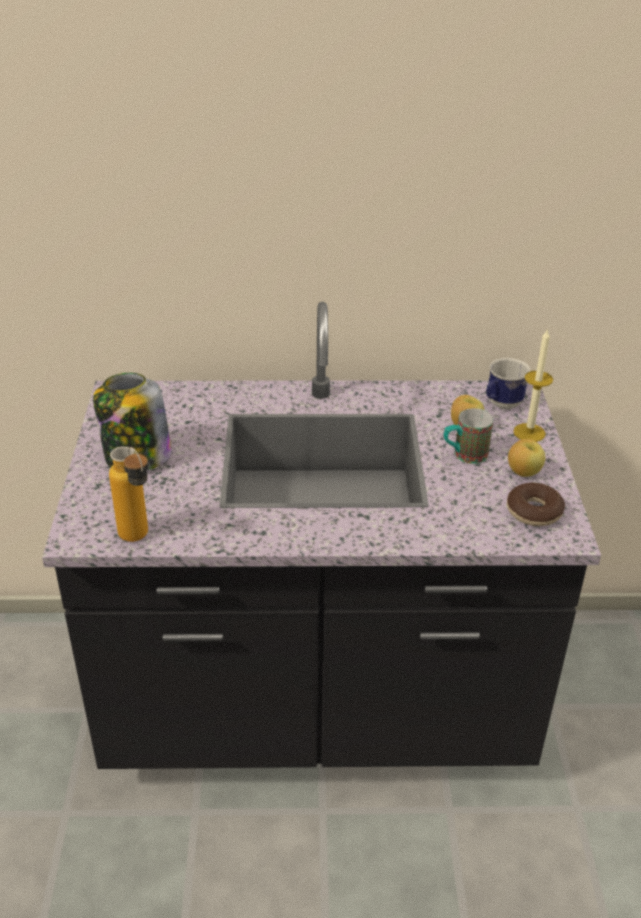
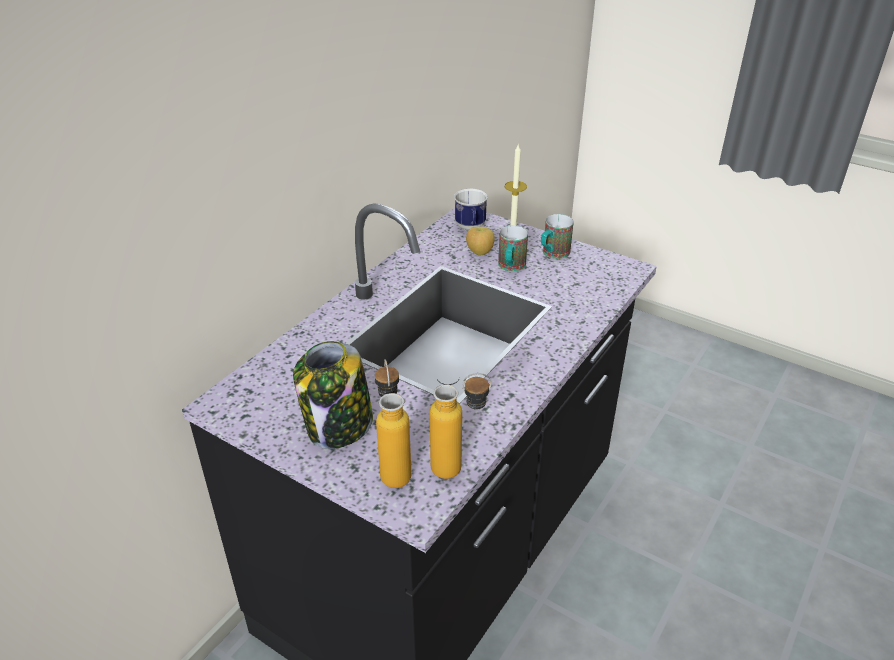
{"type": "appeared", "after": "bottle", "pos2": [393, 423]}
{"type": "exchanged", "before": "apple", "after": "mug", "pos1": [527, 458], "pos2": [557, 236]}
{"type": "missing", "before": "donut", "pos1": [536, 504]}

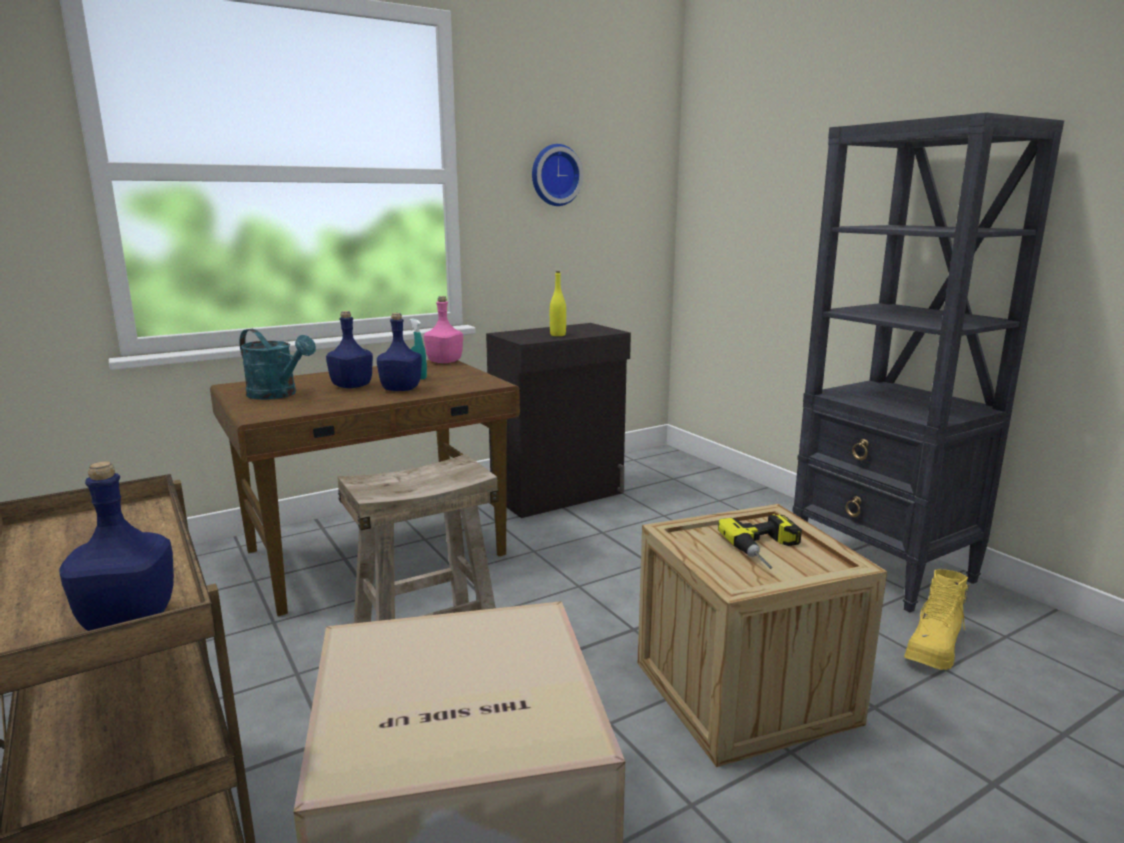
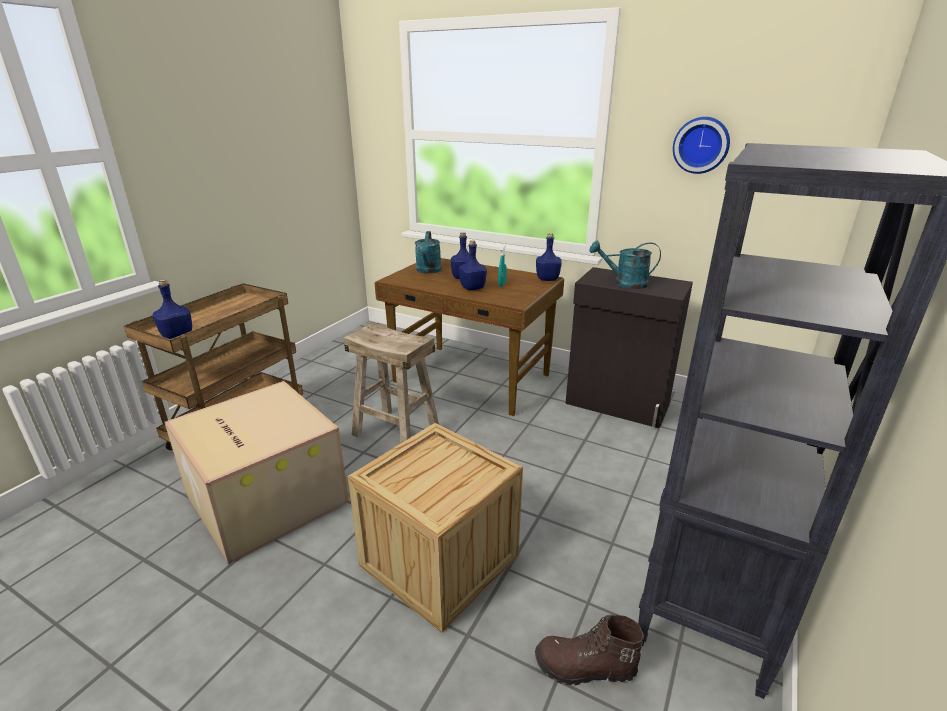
{"type": "colour", "before": "yellow boot", "after": "brown boot", "pos1": [937, 619], "pos2": [589, 650]}
{"type": "colour", "before": "pink bottle", "after": "blue bottle", "pos1": [443, 329], "pos2": [549, 257]}
{"type": "exchanged", "before": "yellow bottle", "after": "turquoise watering can", "pos1": [558, 303], "pos2": [625, 264]}
{"type": "missing", "before": "power drill", "pos1": [760, 541]}

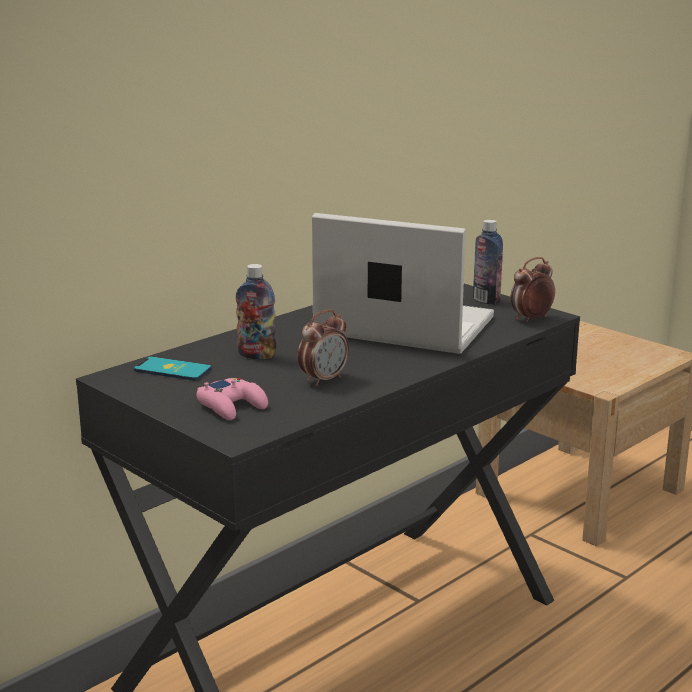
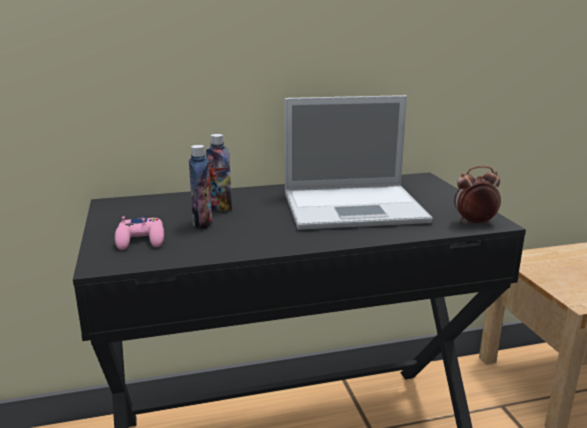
{"type": "relocated", "before": "bottle", "pos1": [488, 262], "pos2": [200, 187]}
{"type": "spun", "before": "laptop", "pos1": [403, 283], "pos2": [358, 162], "turn": 120}
{"type": "missing", "before": "phone", "pos1": [173, 369]}
{"type": "missing", "before": "alarm clock", "pos1": [323, 348]}

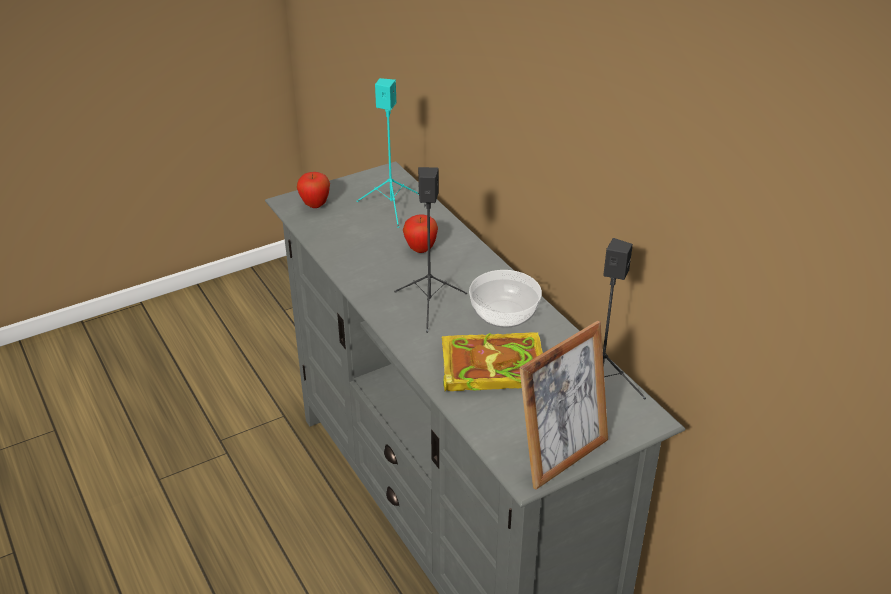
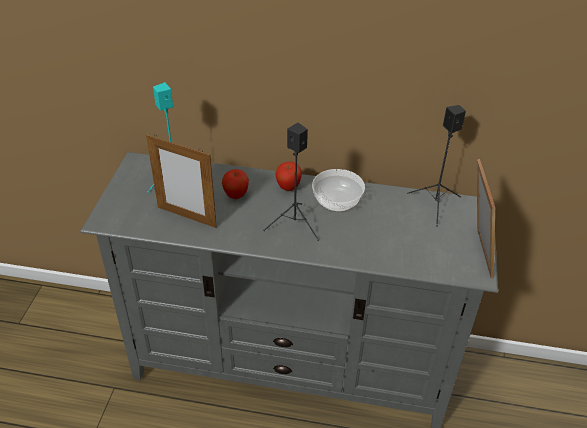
{"type": "appeared", "after": "picture frame", "pos2": [181, 181]}
{"type": "relocated", "before": "apple", "pos1": [313, 190], "pos2": [288, 176]}
{"type": "missing", "before": "book", "pos1": [492, 362]}

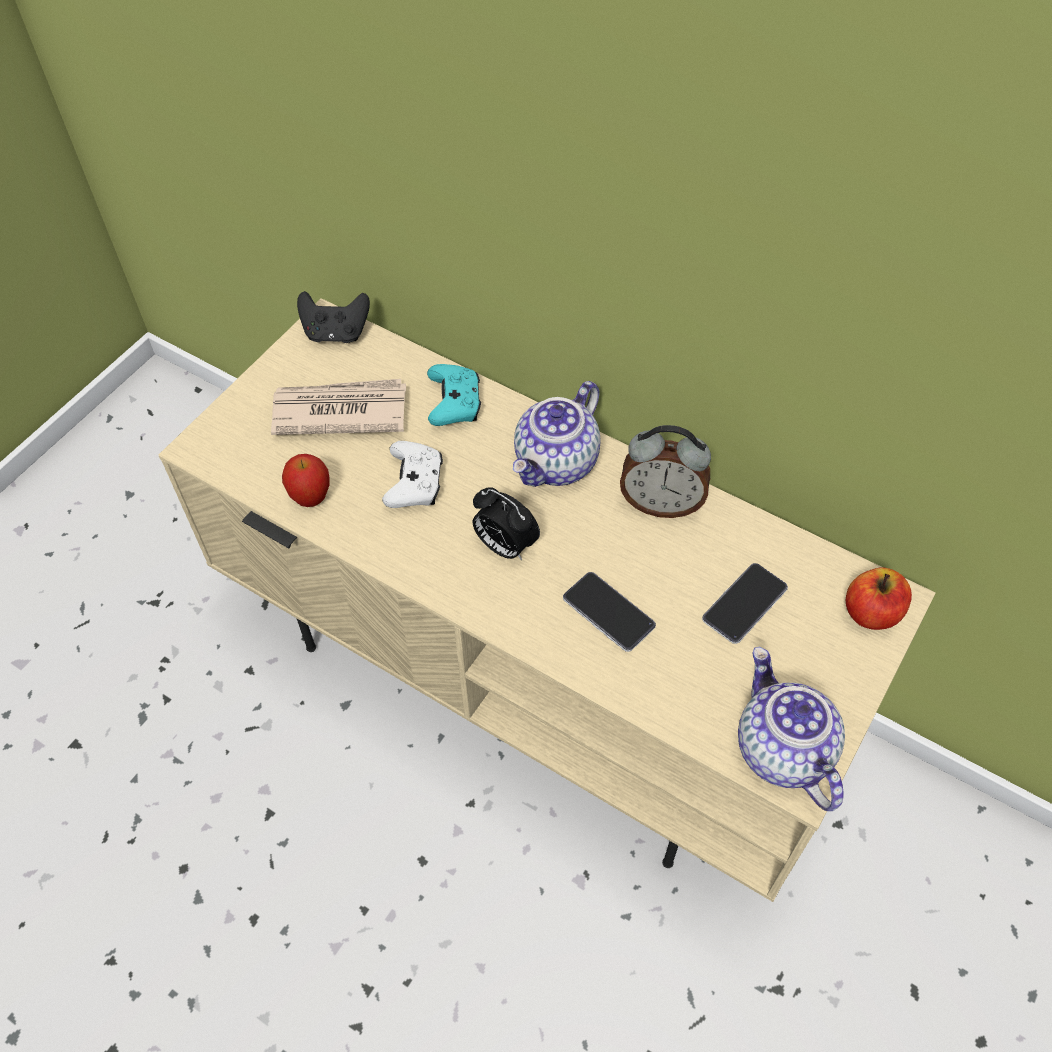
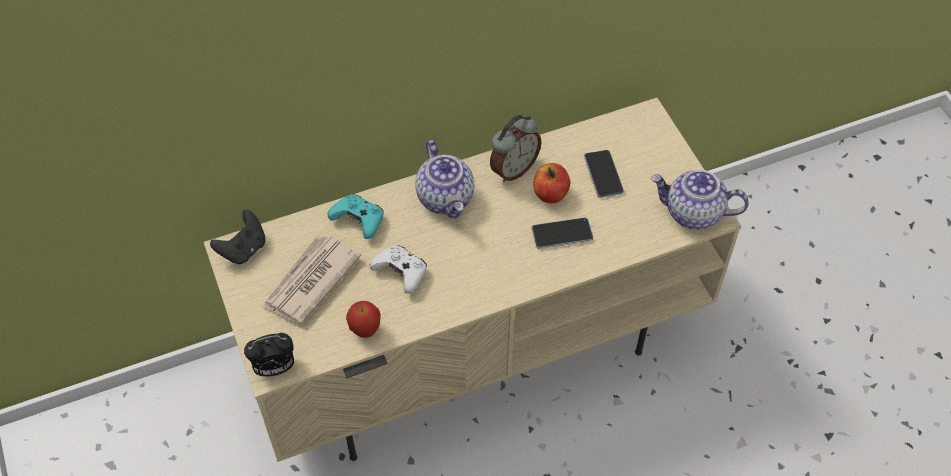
{"type": "relocated", "before": "alarm clock", "pos1": [506, 523], "pos2": [269, 355]}
{"type": "relocated", "before": "apple", "pos1": [879, 599], "pos2": [551, 183]}

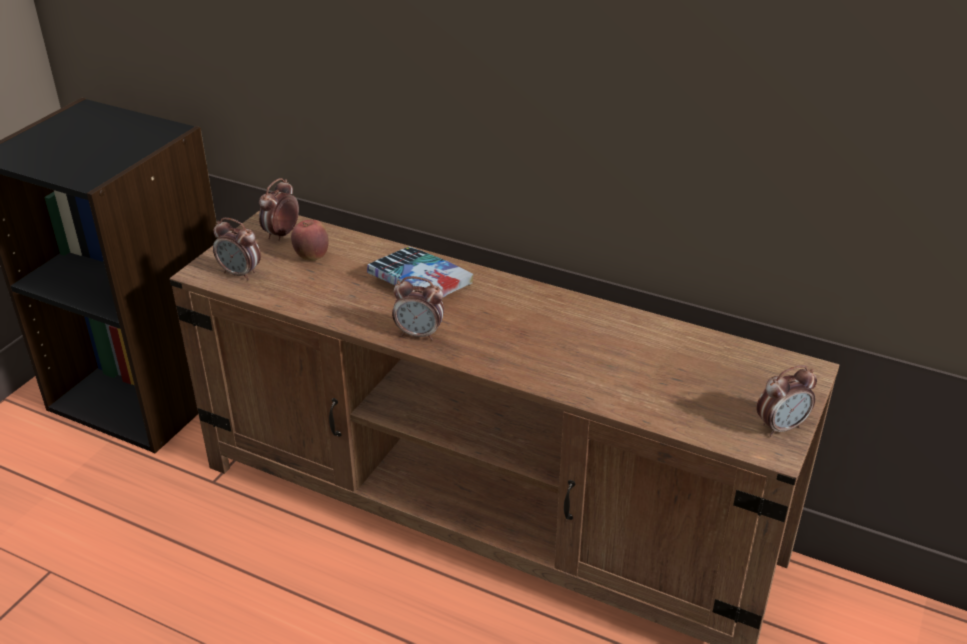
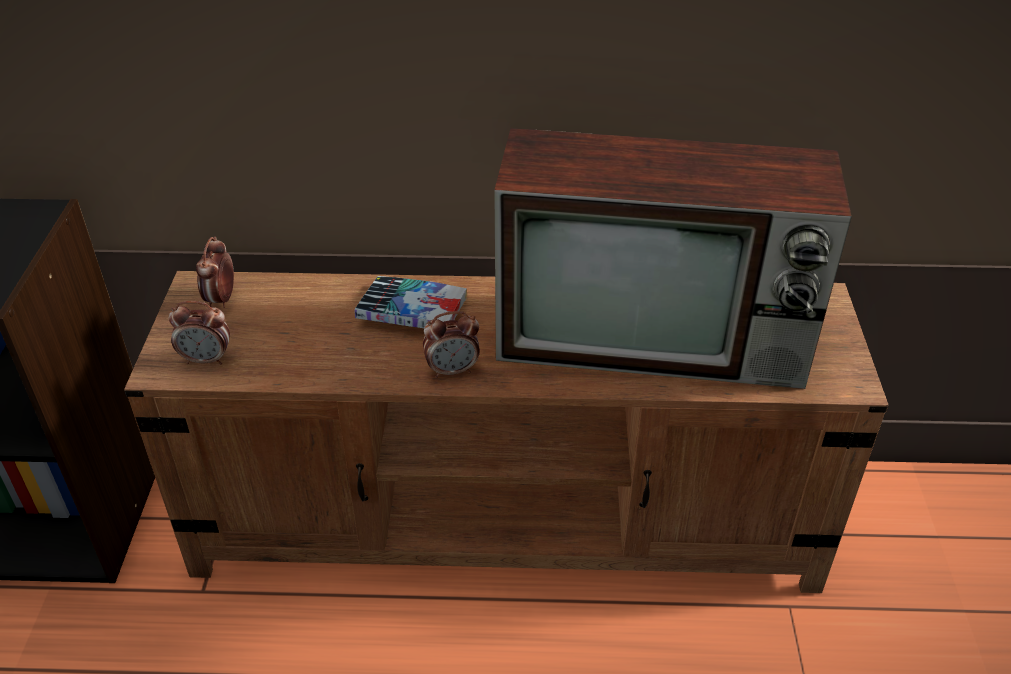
{"type": "appeared", "after": "television", "pos2": [673, 258]}
{"type": "missing", "before": "apple", "pos1": [310, 240]}
{"type": "missing", "before": "alarm clock", "pos1": [786, 400]}

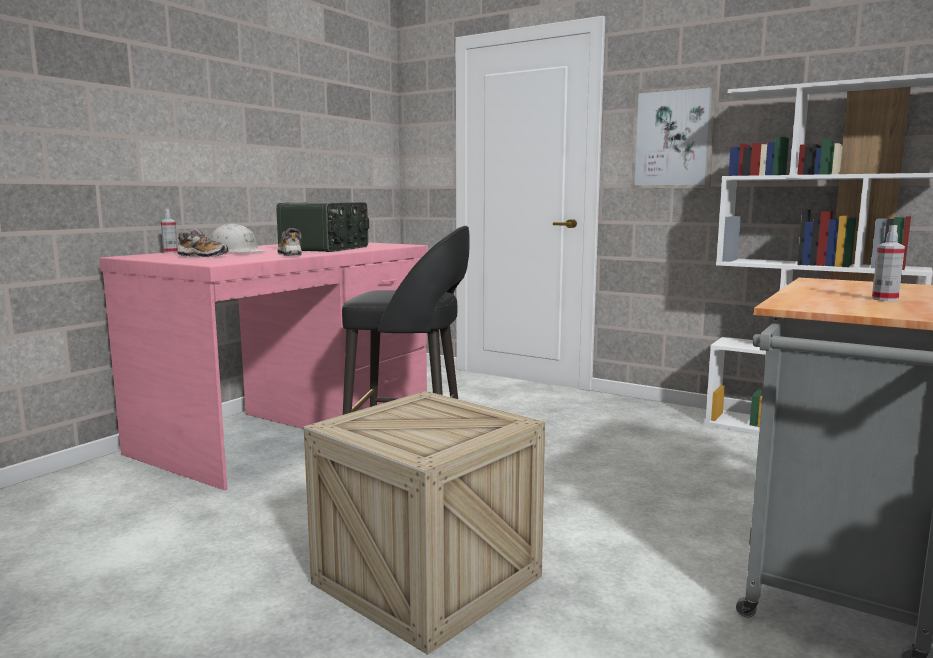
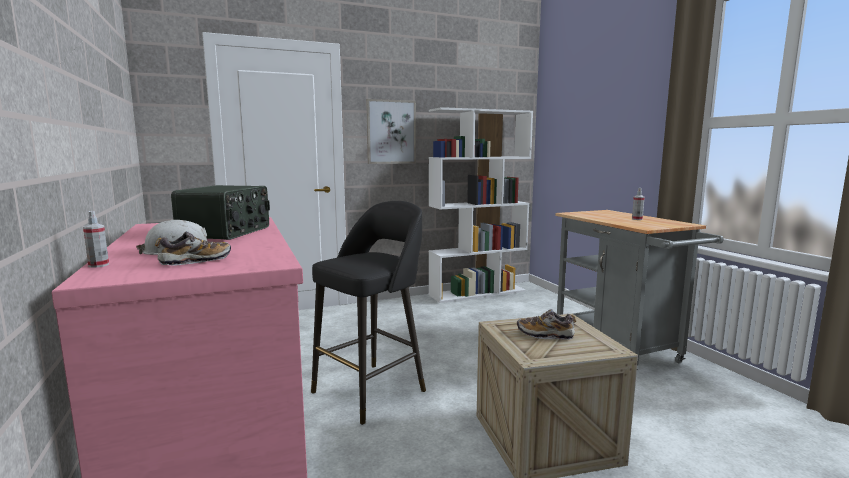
{"type": "spun", "before": "radio", "pos1": [322, 227], "pos2": [220, 212], "turn": 45}
{"type": "relocated", "before": "shoe", "pos1": [290, 242], "pos2": [546, 324]}

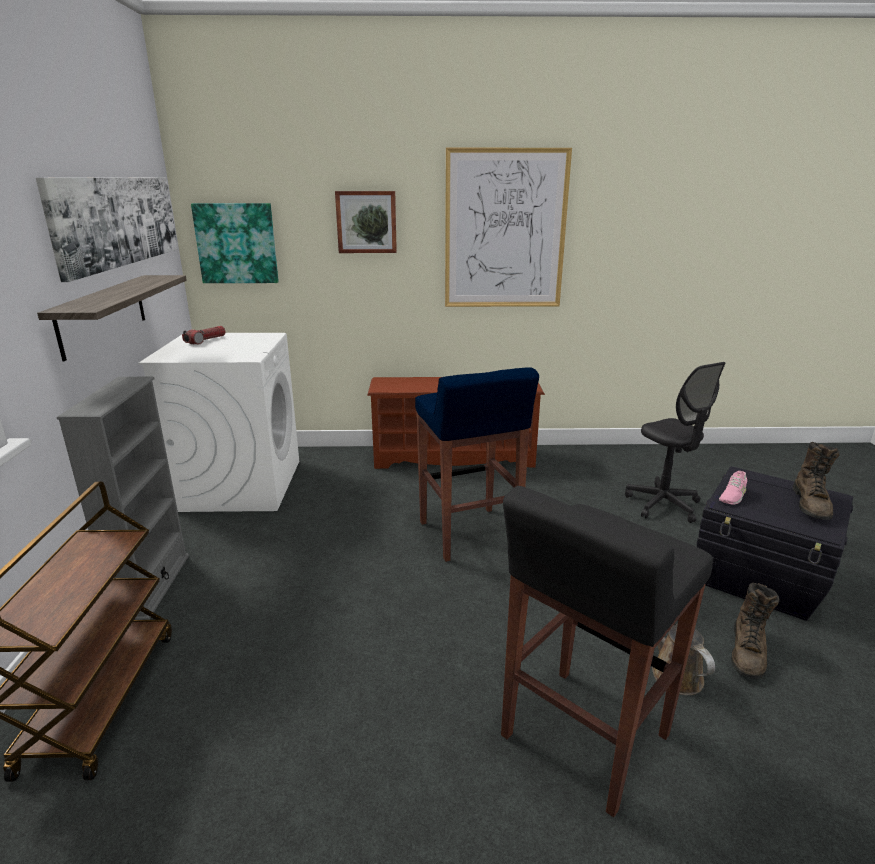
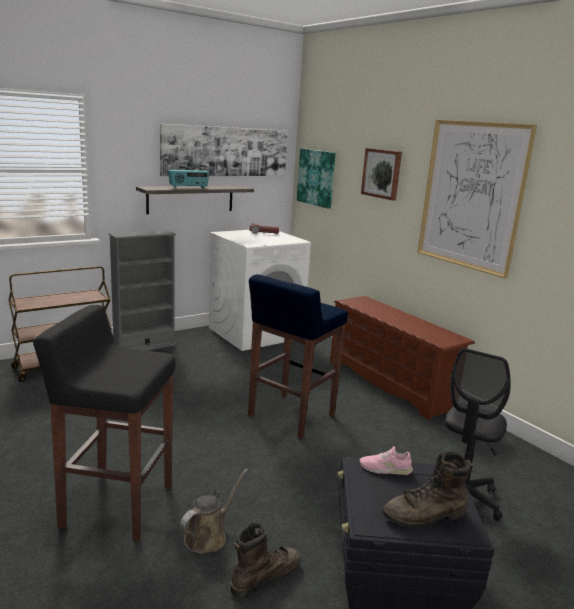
{"type": "appeared", "after": "radio", "pos2": [188, 179]}
{"type": "spun", "before": "brown boot", "pos1": [755, 631], "pos2": [265, 561], "turn": 150}

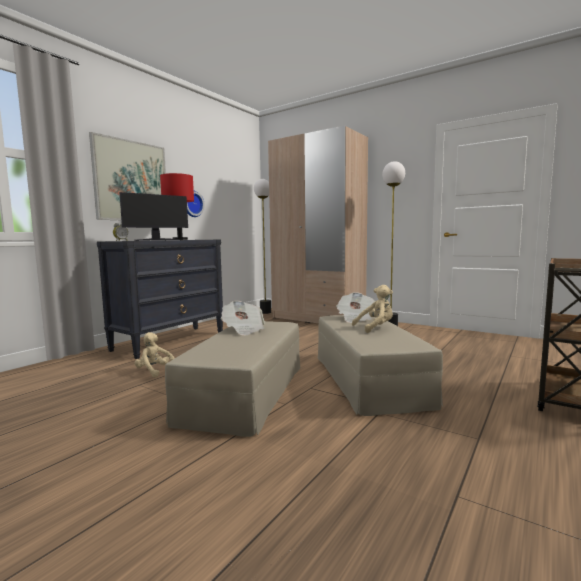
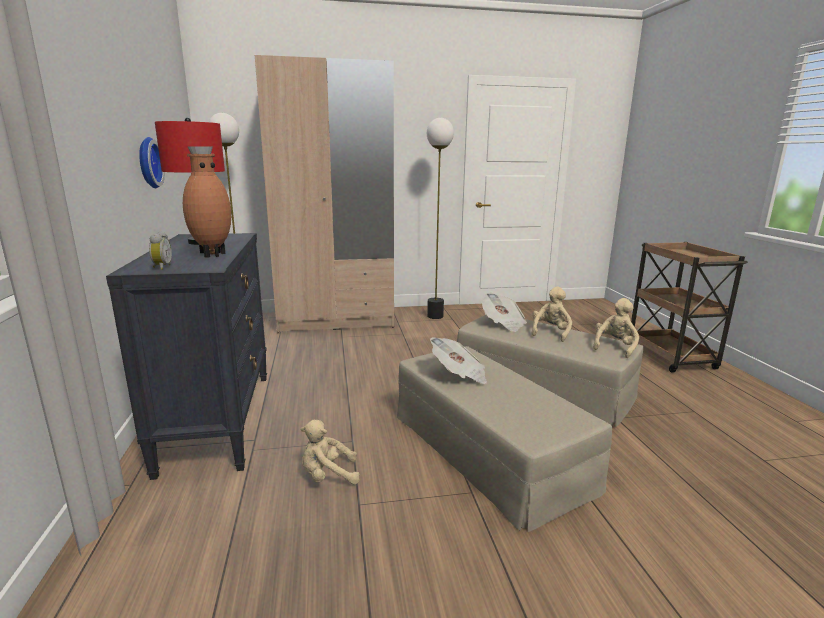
{"type": "exchanged", "before": "monitor", "after": "brown vase", "pos1": [153, 216], "pos2": [207, 202]}
{"type": "appeared", "after": "beige plush toy", "pos2": [616, 328]}
{"type": "missing", "before": "picture", "pos1": [127, 176]}

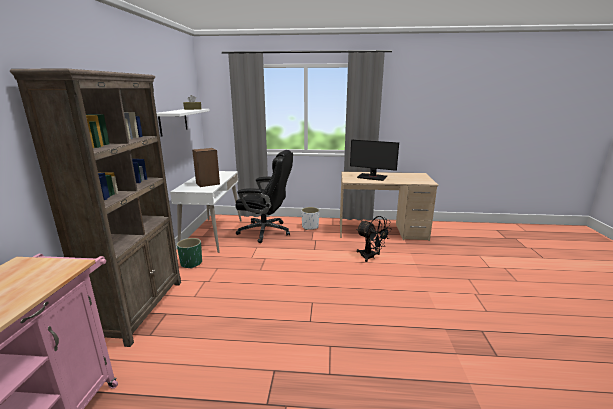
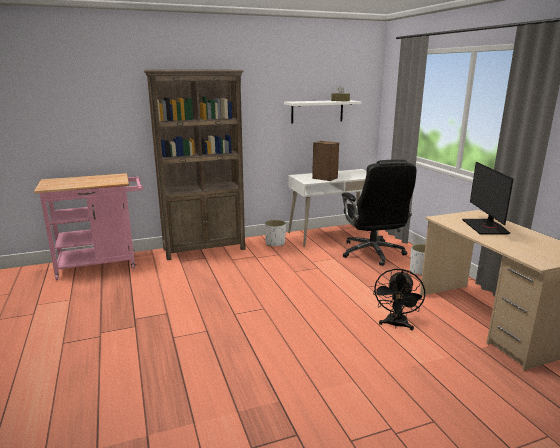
{"type": "colour", "before": "green planter", "after": "white planter", "pos1": [189, 253], "pos2": [275, 233]}

